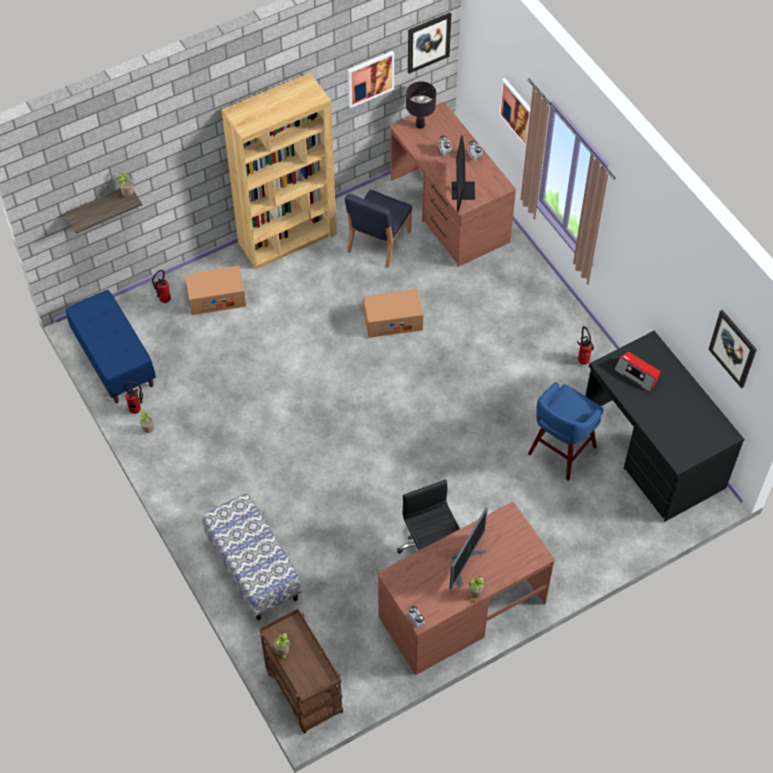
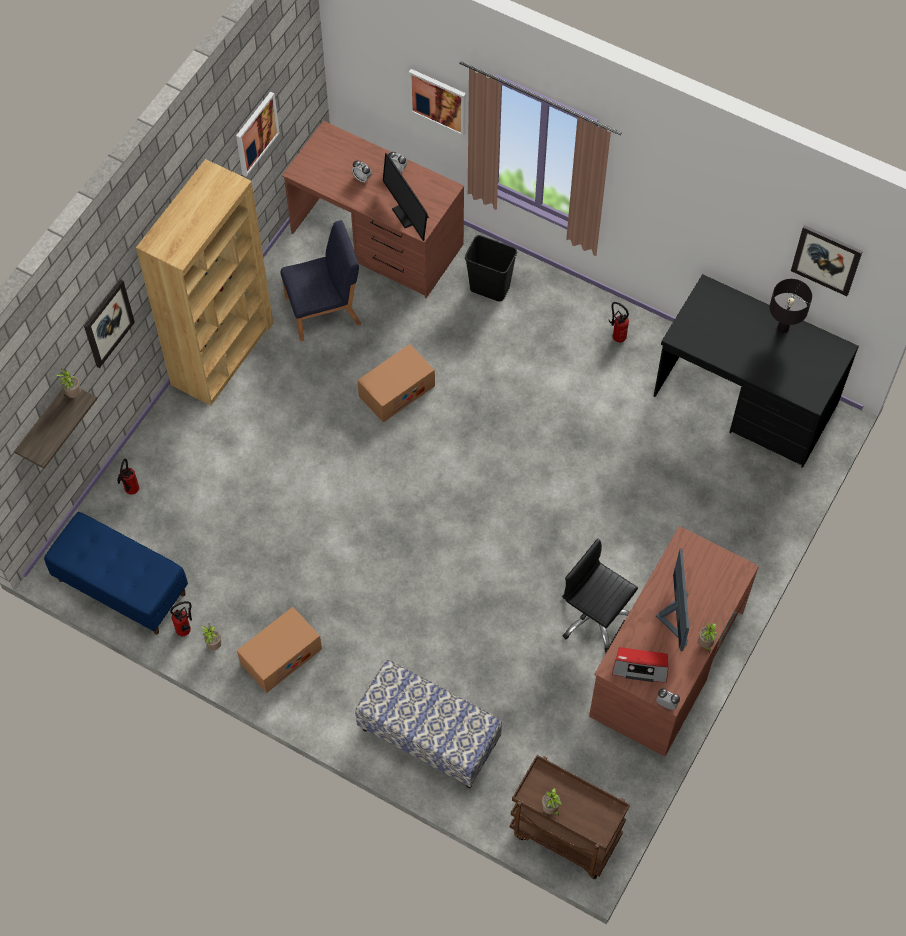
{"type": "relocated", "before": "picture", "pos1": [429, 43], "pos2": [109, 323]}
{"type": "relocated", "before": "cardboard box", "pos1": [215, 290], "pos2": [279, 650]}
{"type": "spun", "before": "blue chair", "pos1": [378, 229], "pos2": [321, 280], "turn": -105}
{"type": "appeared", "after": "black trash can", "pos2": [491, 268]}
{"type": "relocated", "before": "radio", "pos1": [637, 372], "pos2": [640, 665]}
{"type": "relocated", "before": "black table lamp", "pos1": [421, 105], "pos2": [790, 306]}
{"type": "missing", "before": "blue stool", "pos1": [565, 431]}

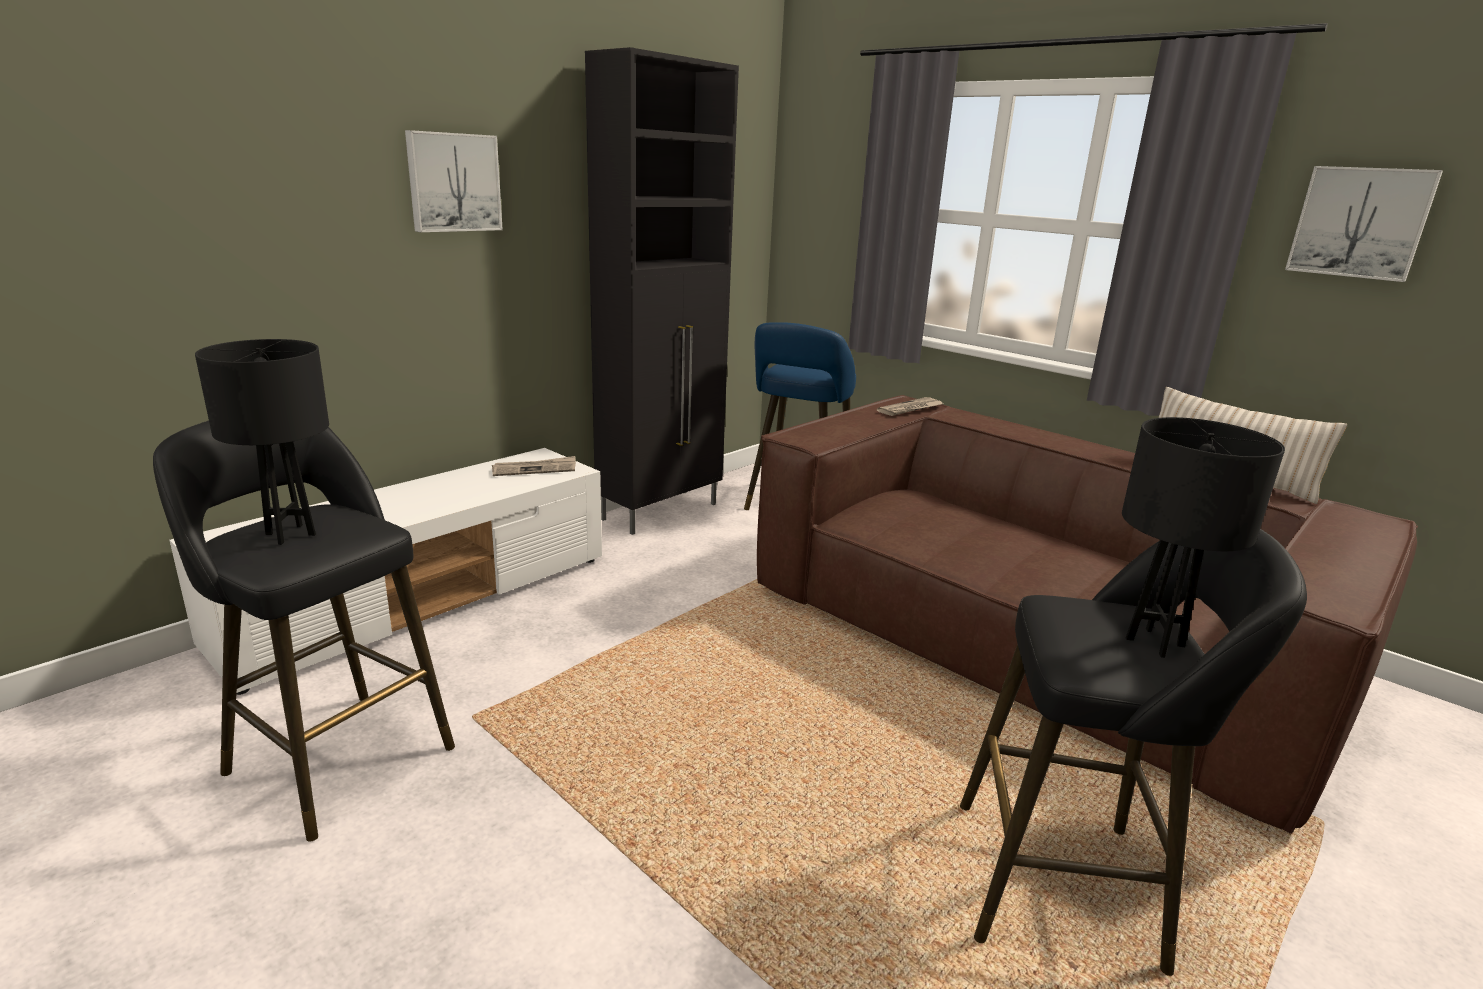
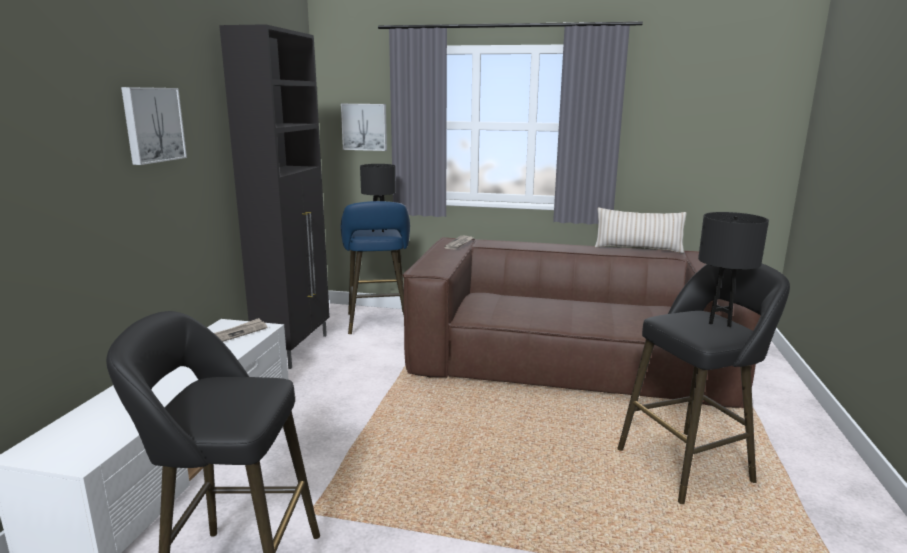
{"type": "relocated", "before": "picture", "pos1": [1364, 224], "pos2": [364, 127]}
{"type": "relocated", "before": "black table lamp", "pos1": [262, 442], "pos2": [378, 198]}

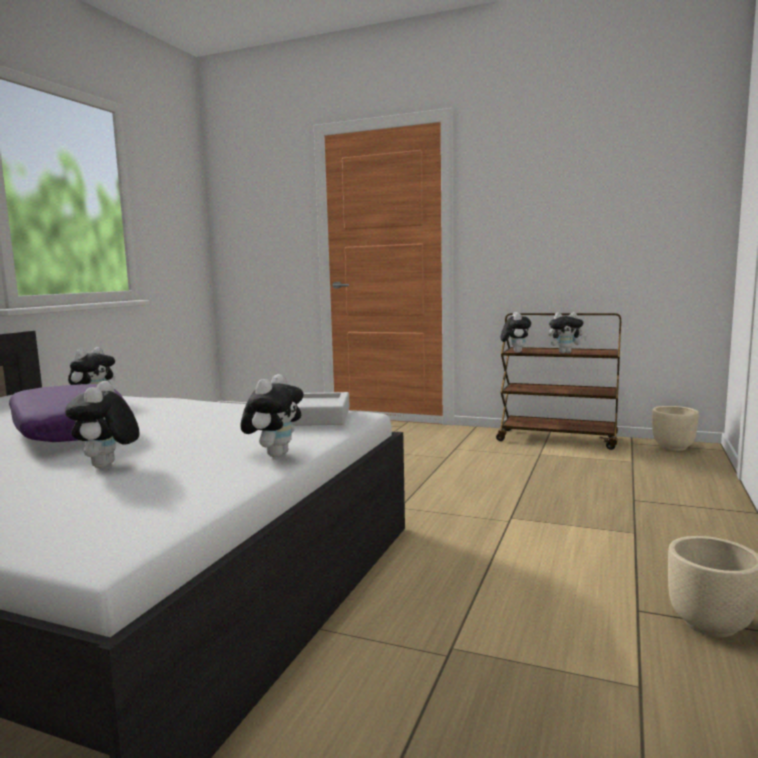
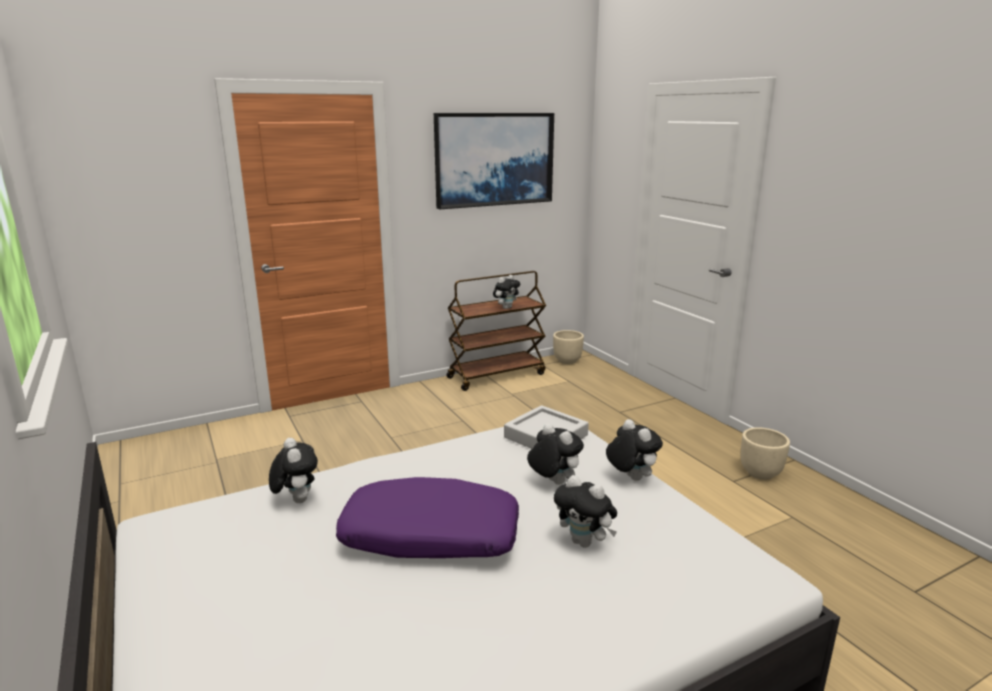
{"type": "appeared", "after": "picture", "pos2": [494, 161]}
{"type": "relocated", "before": "plush toy", "pos1": [516, 332], "pos2": [555, 454]}

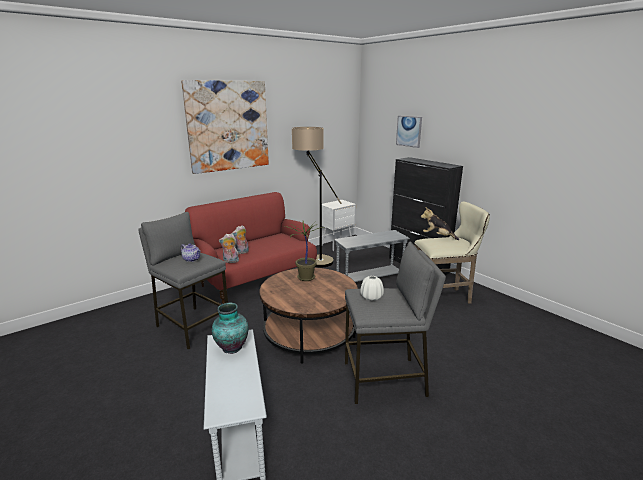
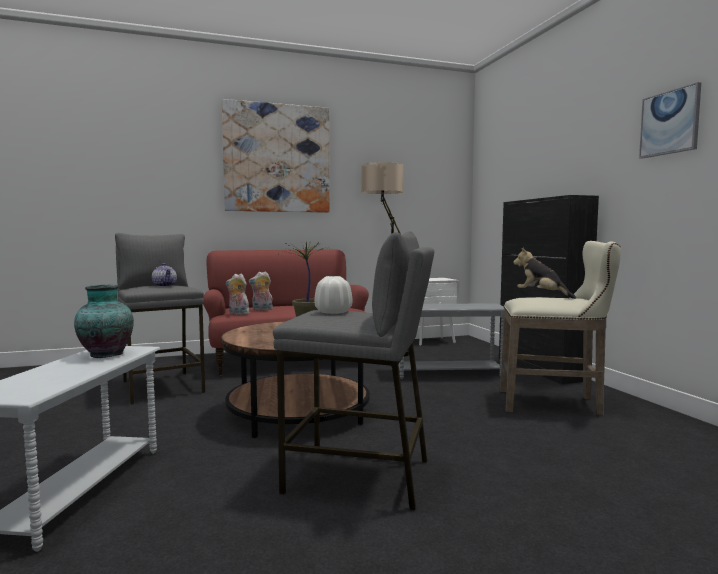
{"type": "relocated", "before": "picture", "pos1": [409, 132], "pos2": [670, 120]}

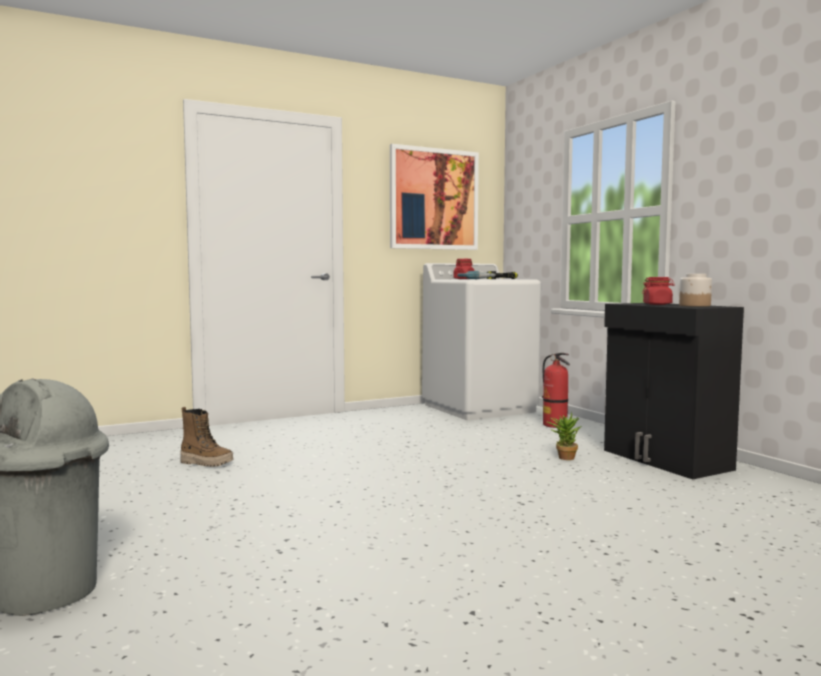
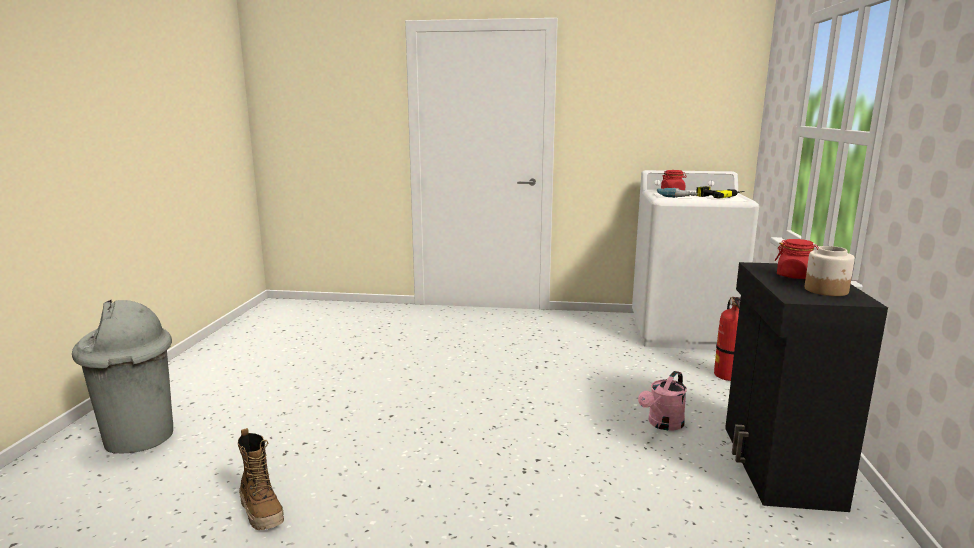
{"type": "relocated", "before": "boot", "pos1": [207, 437], "pos2": [261, 479]}
{"type": "exchanged", "before": "potted plant", "after": "pink watering can", "pos1": [564, 436], "pos2": [662, 401]}
{"type": "missing", "before": "picture", "pos1": [434, 197]}

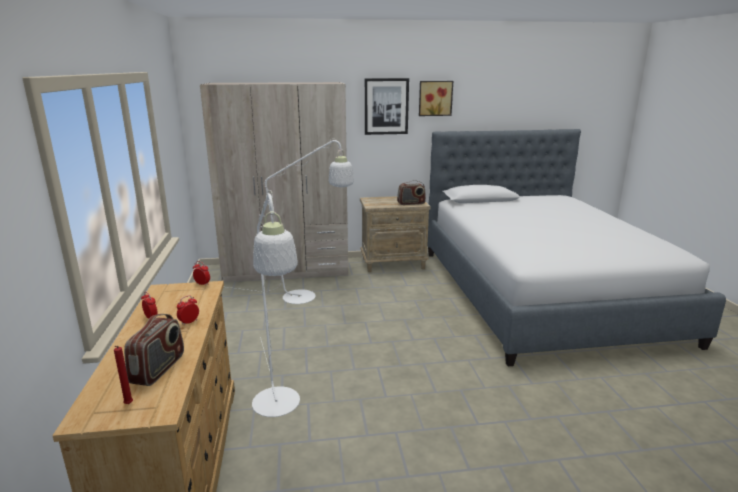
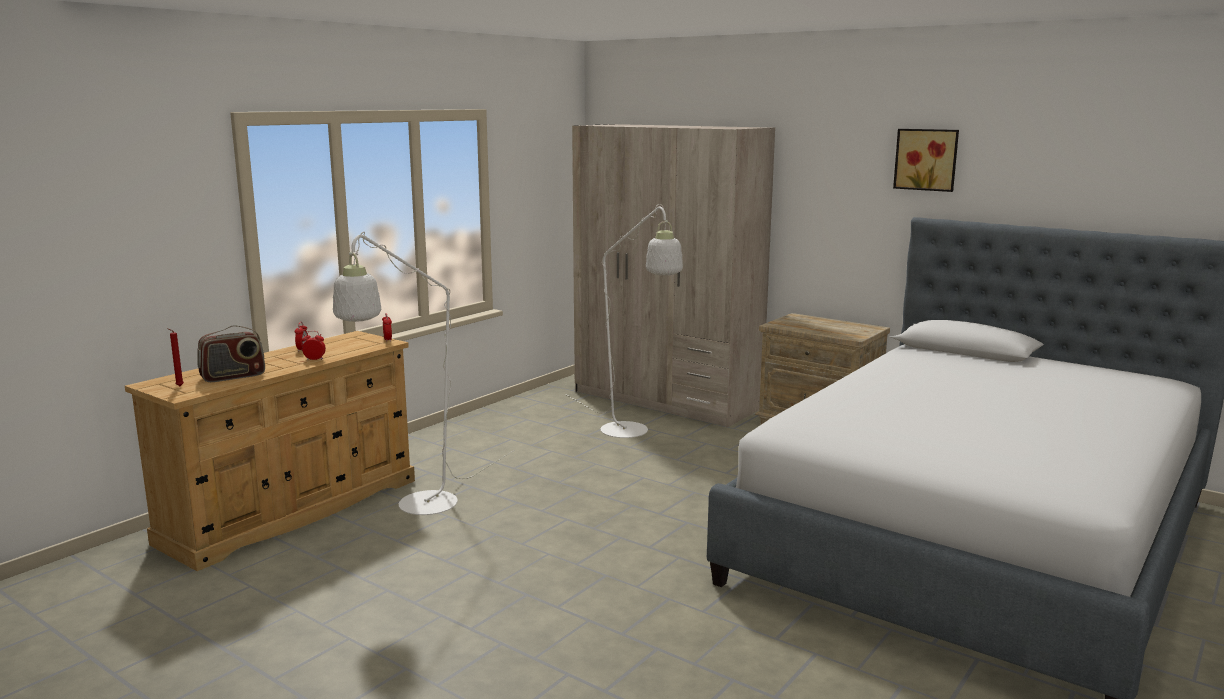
{"type": "missing", "before": "picture", "pos1": [387, 106]}
{"type": "missing", "before": "radio", "pos1": [411, 192]}

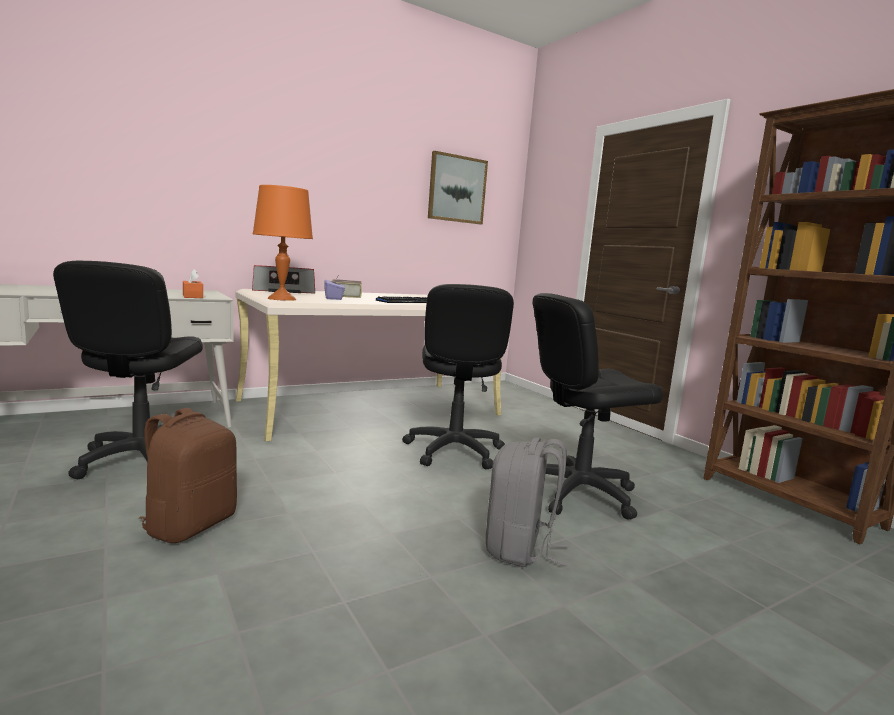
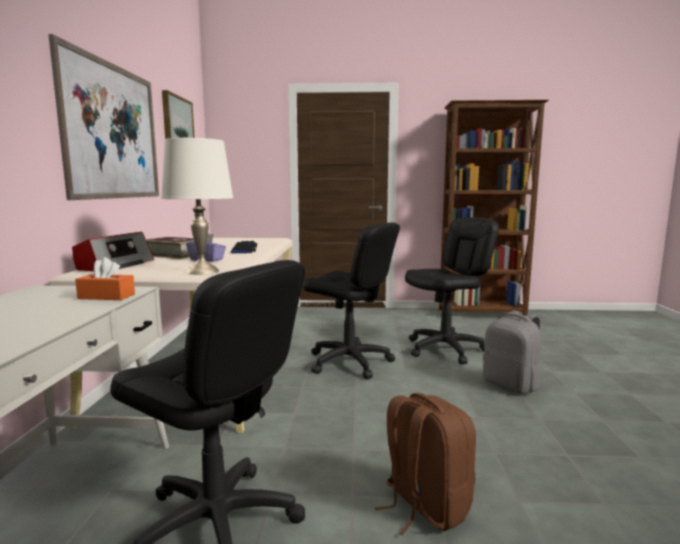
{"type": "appeared", "after": "picture", "pos2": [103, 117]}
{"type": "colour", "before": "orange table lamp", "after": "white table lamp", "pos1": [283, 243], "pos2": [197, 206]}
{"type": "spun", "before": "black office chair", "pos1": [598, 406], "pos2": [452, 290], "turn": -135}

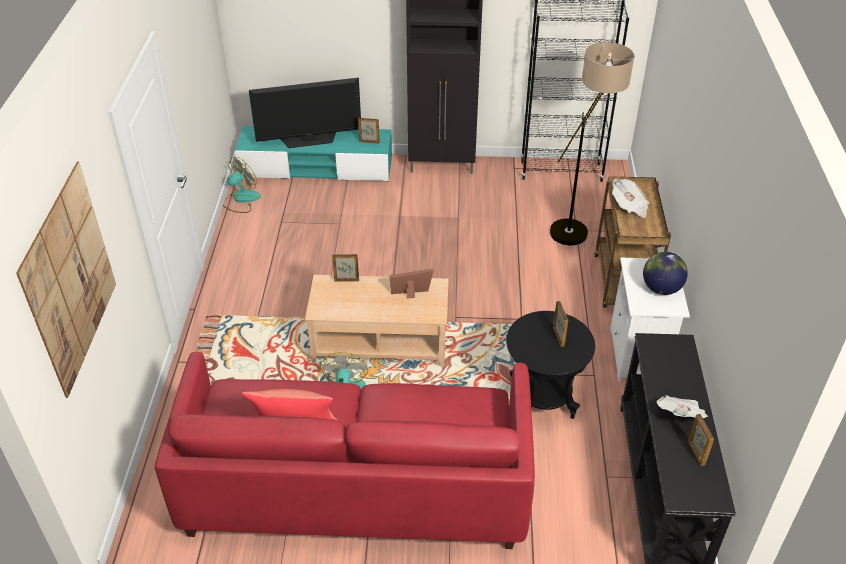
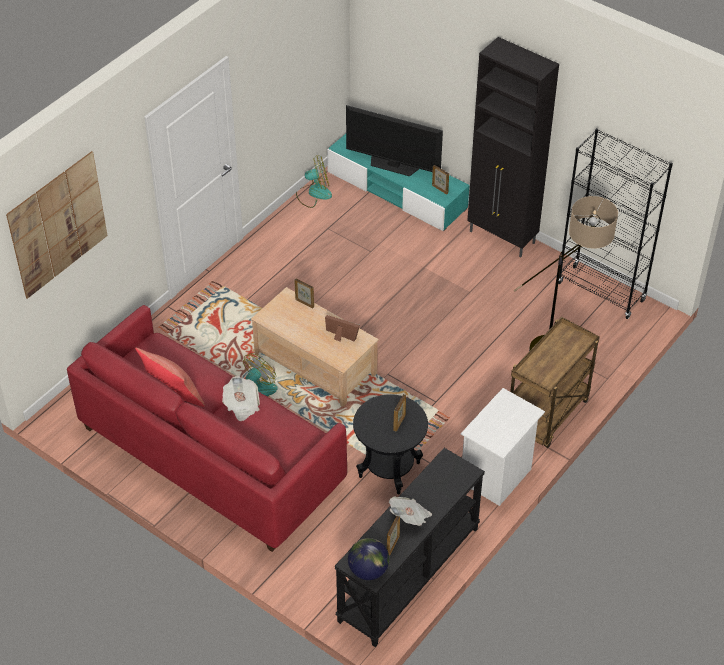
{"type": "relocated", "before": "newspaper", "pos1": [630, 198], "pos2": [241, 398]}
{"type": "relocated", "before": "globe", "pos1": [665, 273], "pos2": [368, 559]}

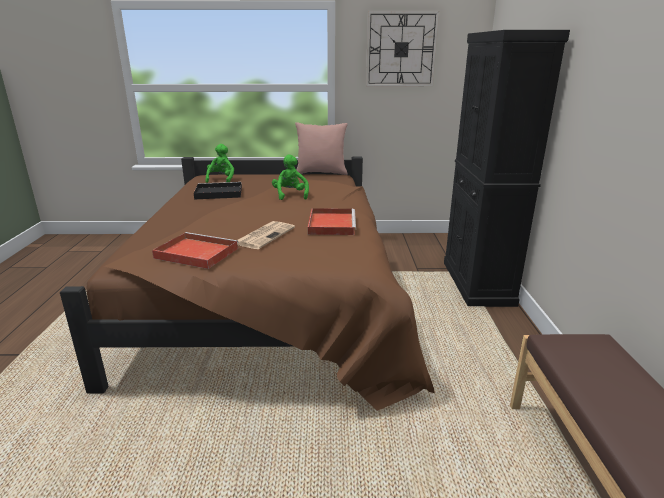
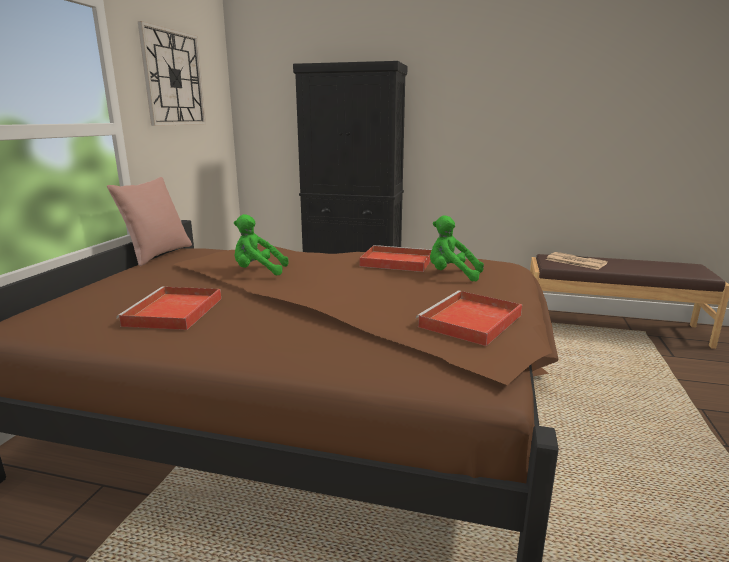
{"type": "colour", "before": "black tray", "after": "red tray", "pos1": [218, 191], "pos2": [168, 308]}
{"type": "relocated", "before": "green plush toy", "pos1": [219, 163], "pos2": [457, 248]}
{"type": "relocated", "before": "newspaper", "pos1": [266, 235], "pos2": [577, 261]}

